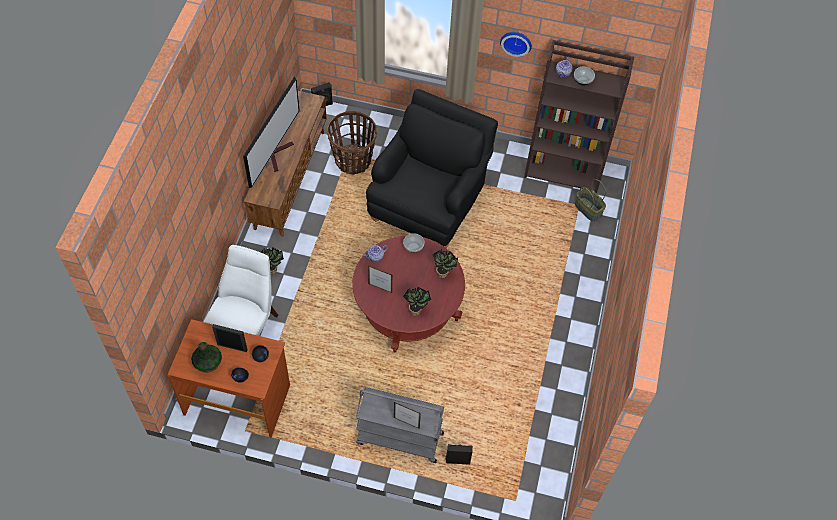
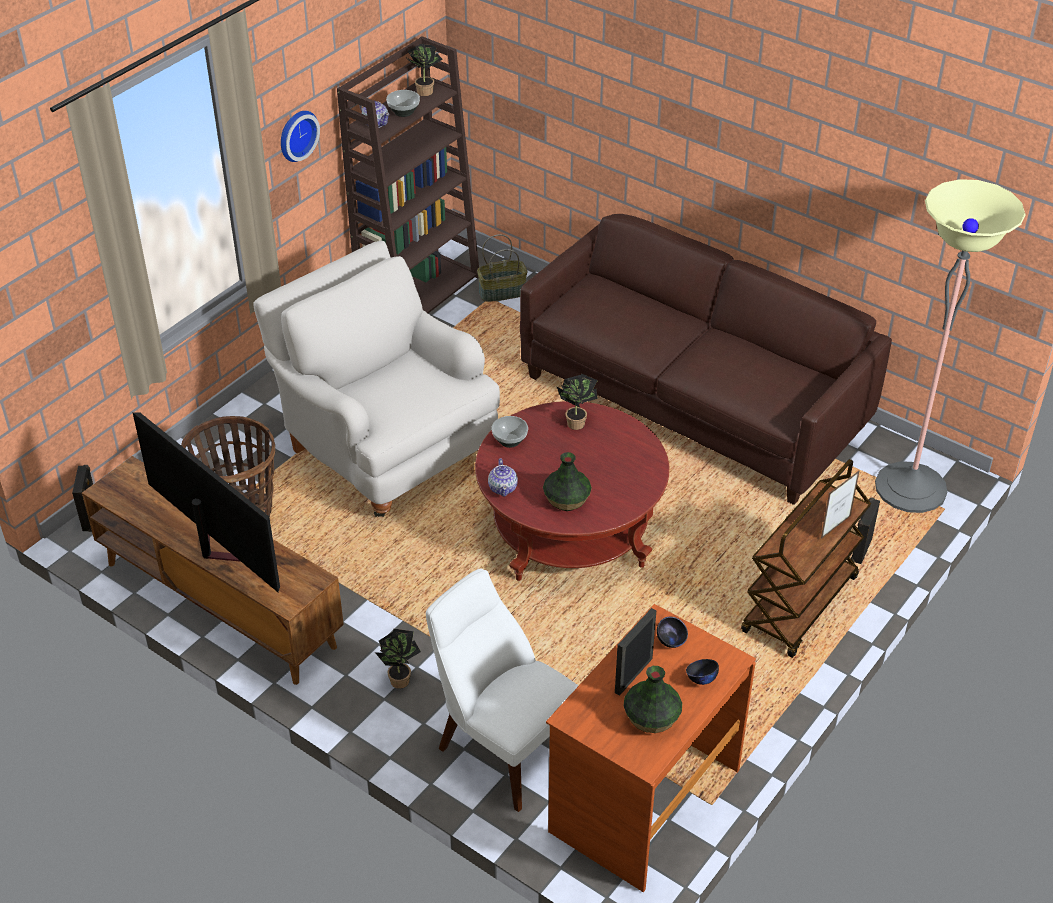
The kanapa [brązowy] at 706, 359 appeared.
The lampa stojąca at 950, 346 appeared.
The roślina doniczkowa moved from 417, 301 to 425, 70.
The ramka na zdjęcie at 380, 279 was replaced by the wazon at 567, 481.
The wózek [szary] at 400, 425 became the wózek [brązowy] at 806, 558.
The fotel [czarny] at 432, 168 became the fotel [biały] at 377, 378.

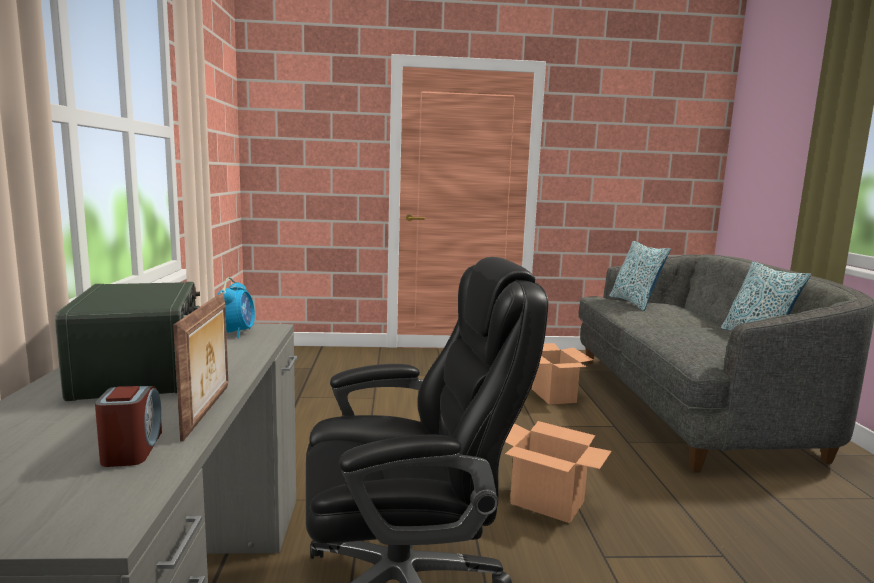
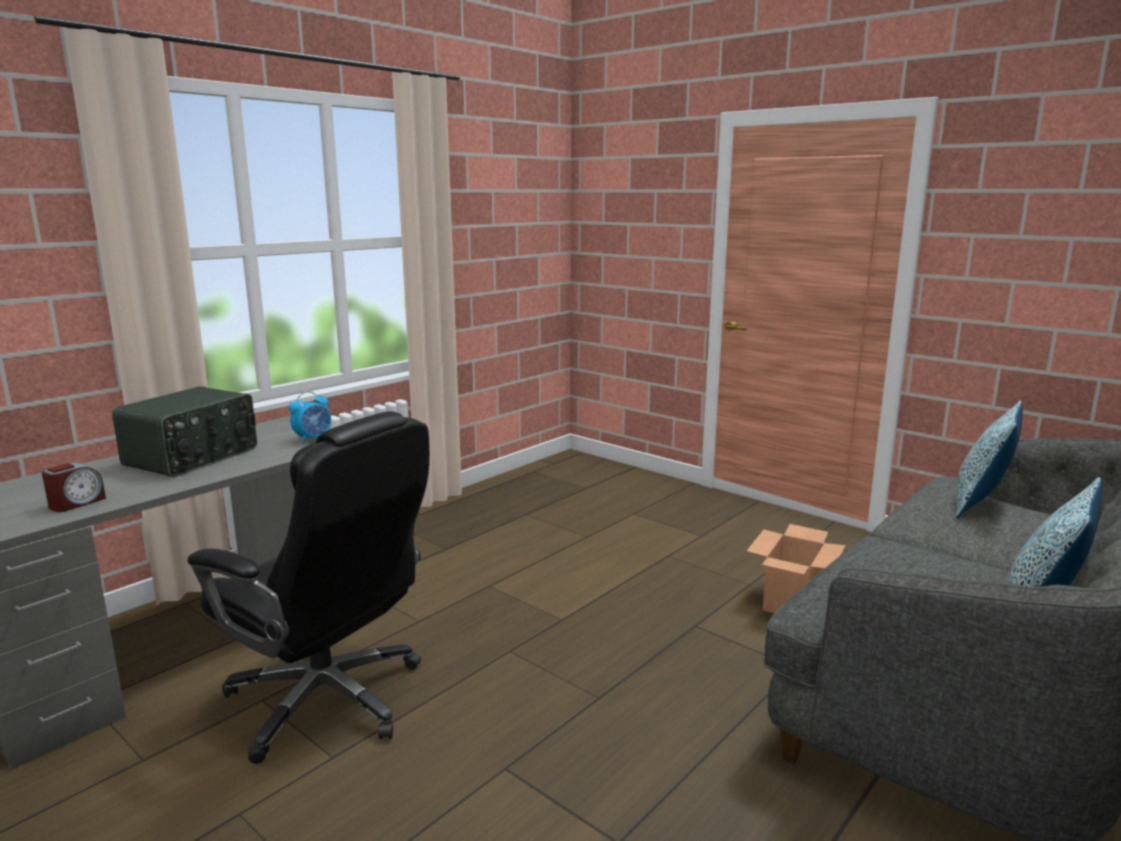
The ramka na zdjęcie at 200, 367 disappeared.
The karton at 558, 472 disappeared.

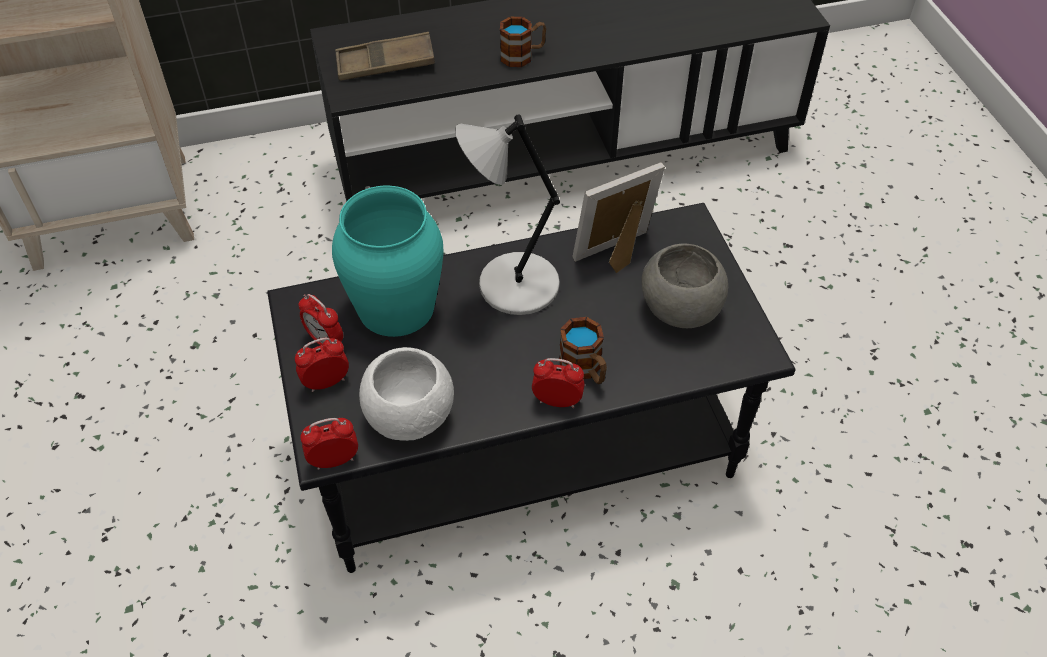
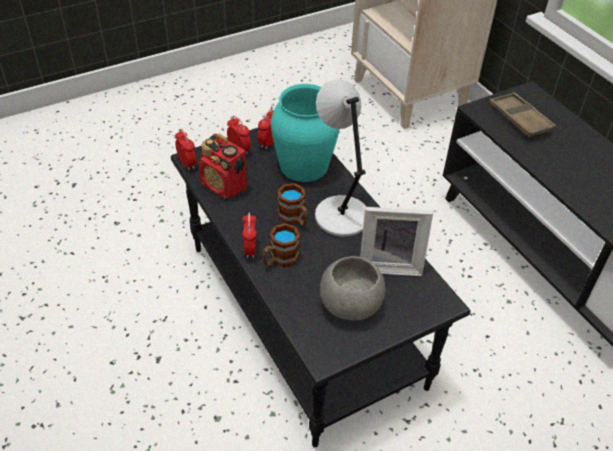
The kubek moved from 523, 42 to 292, 204.
The miska [biały] at 406, 394 was replaced by the radio at 222, 166.
The ramka na zdjęcie at 619, 217 turned 135 degrees clockwise.

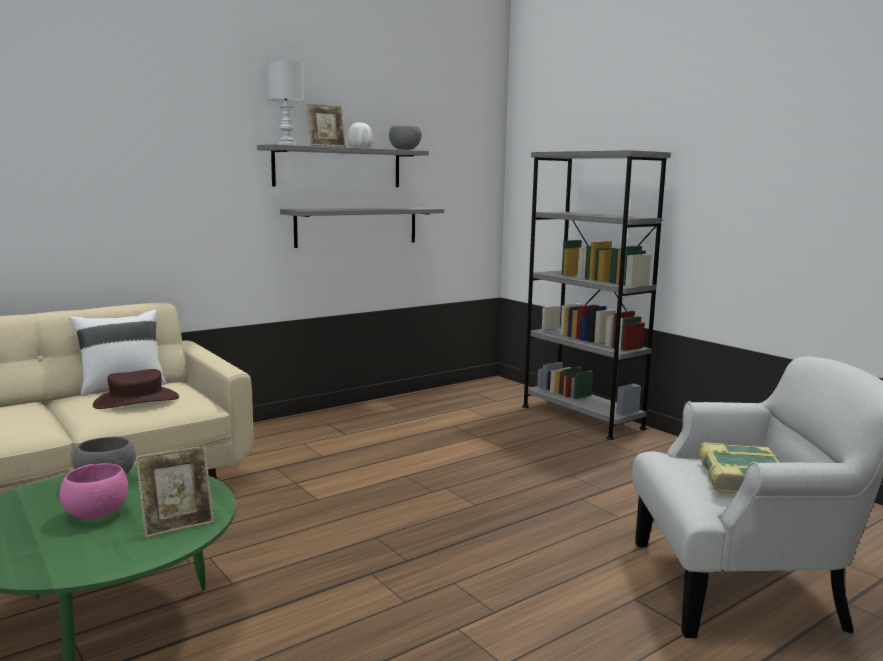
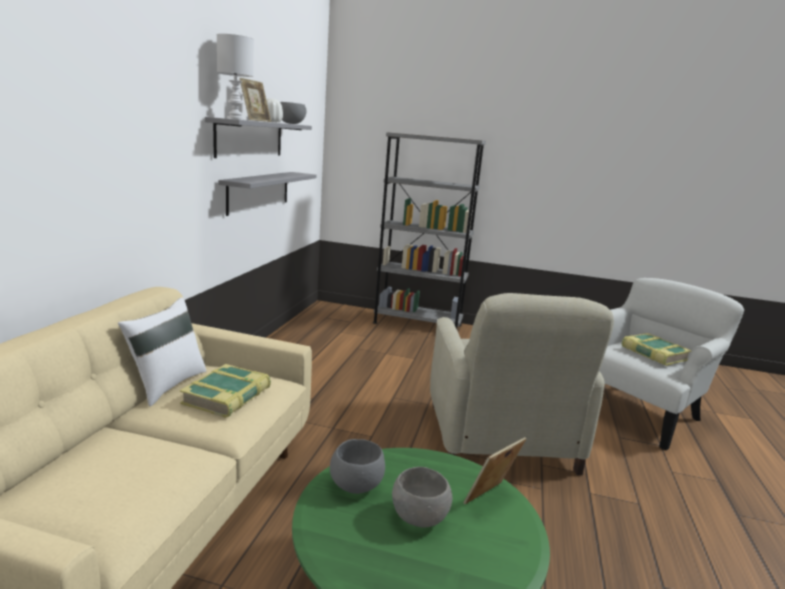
The fotel [beżowy] at 522, 384 appeared.
The kapelusz [brązowy] at 136, 389 was replaced by the książka at 225, 391.
The miska [różowy] at 93, 491 became the miska [szary] at 422, 497.
The ramka na zdjęcie at 175, 492 turned 150 degrees counterclockwise.

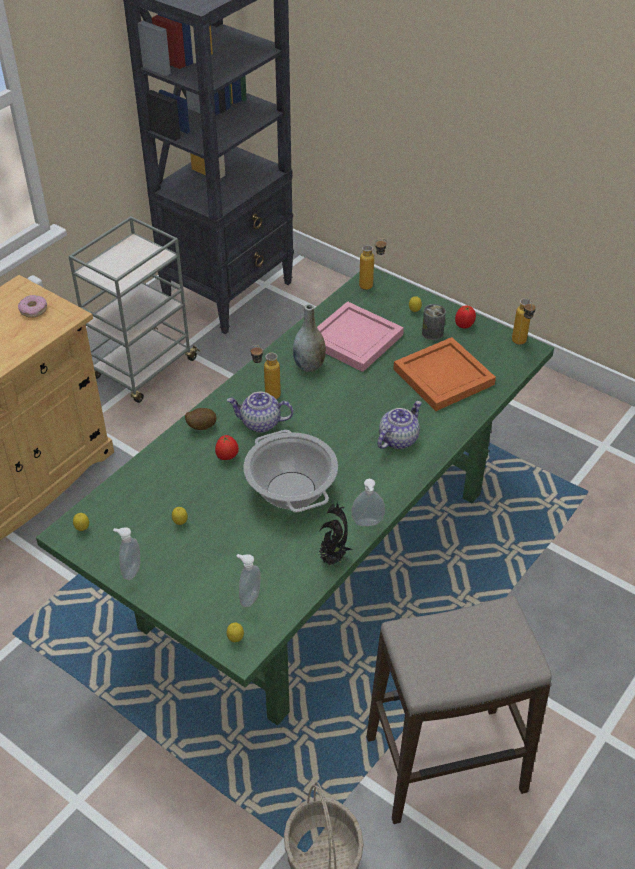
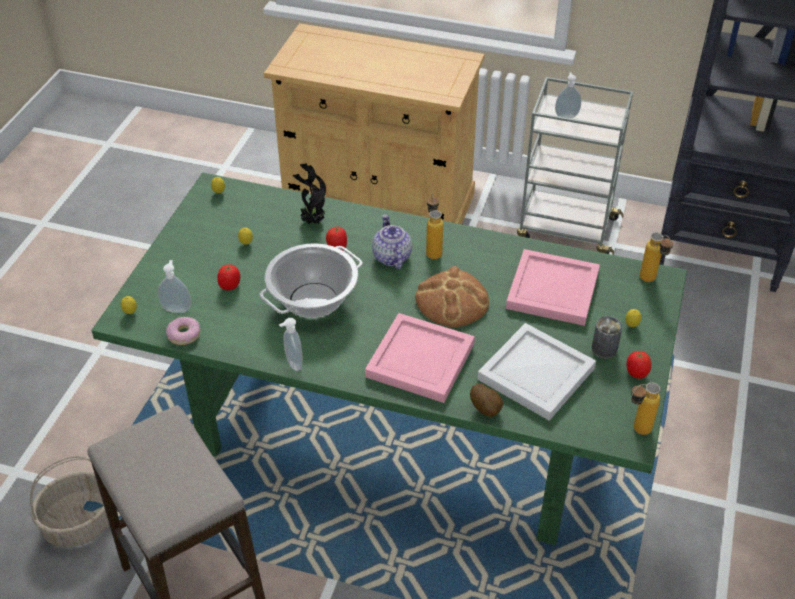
The wazon [szary] at 309, 338 disappeared.
The pomidor at 228, 277 appeared.
The chleb at 452, 296 appeared.
The donut moved from 32, 306 to 183, 331.
The dozownik mydła moved from 126, 553 to 568, 95.
The ziemniak moved from 200, 419 to 486, 400.
The roślina doniczkowa moved from 335, 533 to 309, 193.
The imbryk at 399, 425 was replaced by the taca [różowy] at 420, 358.
The taca [pomarańczowy] at 445, 374 became the taca [biały] at 536, 372.

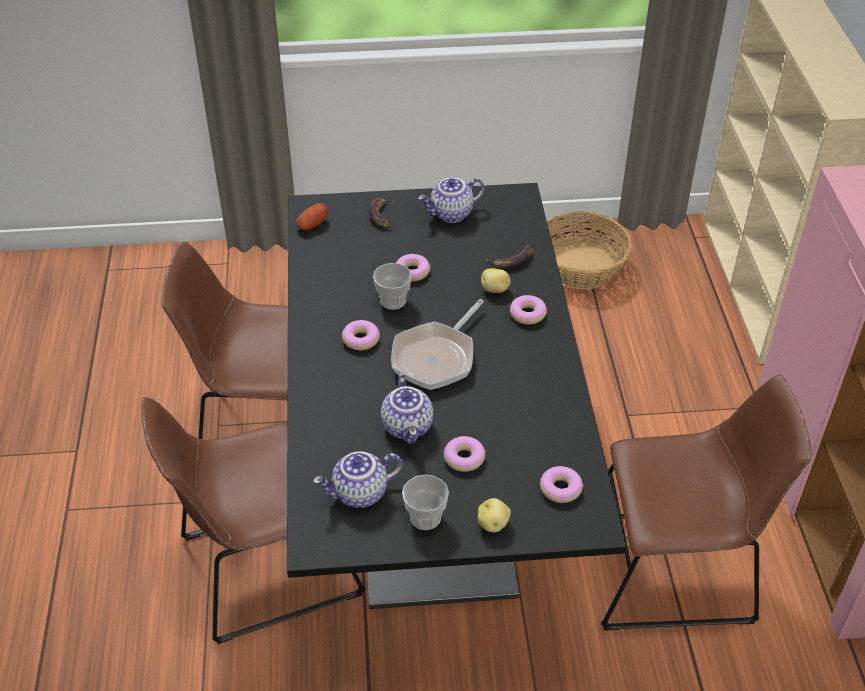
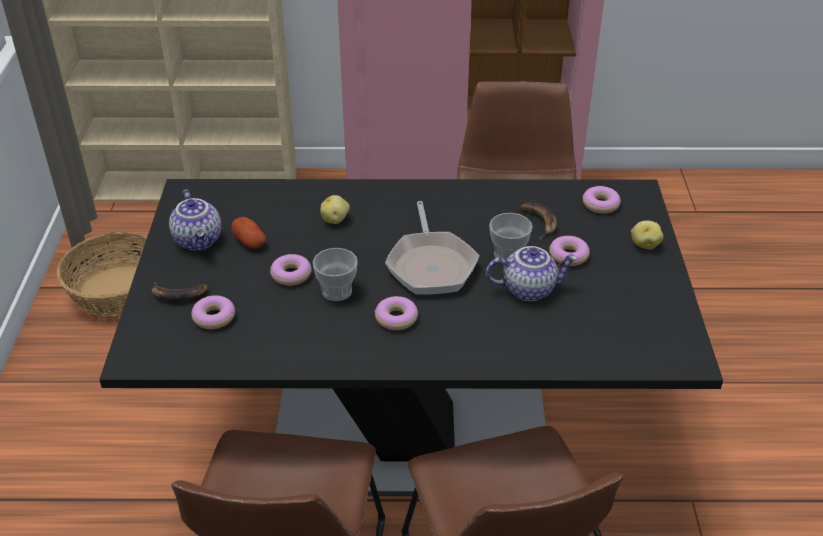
The imbryk at 358, 479 disappeared.
The ziemniak moved from 312, 216 to 248, 233.
The filiżanka moved from 425, 502 to 511, 236.
The banan moved from 509, 256 to 538, 221.
The donut moved from 528, 310 to 213, 312.
The patelnia at 437, 344 turned 45 degrees clockwise.

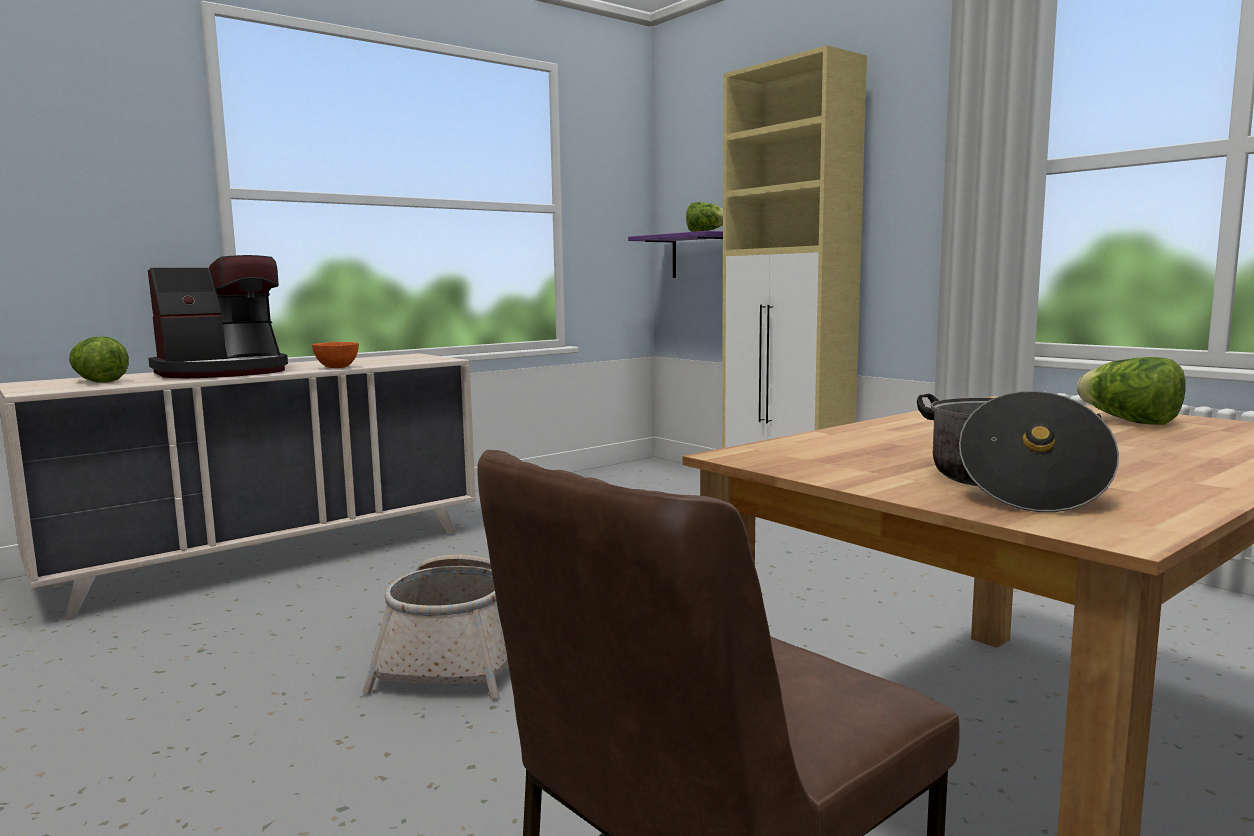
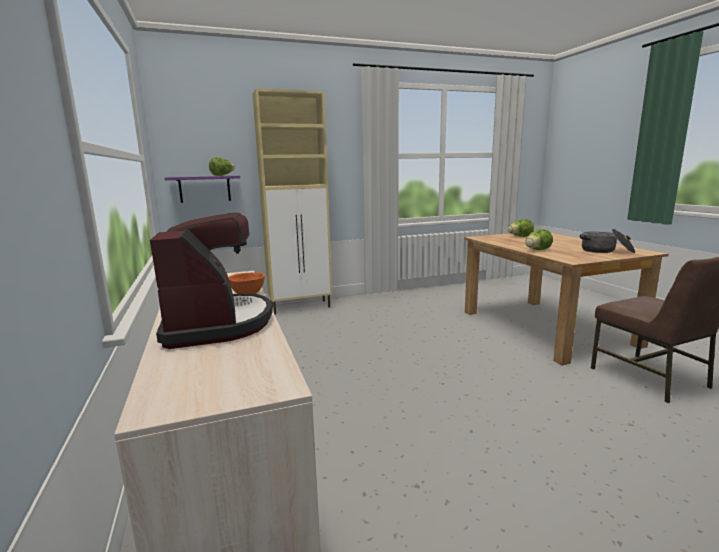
The koszyk at 435, 627 disappeared.
The sałata moved from 99, 359 to 539, 239.

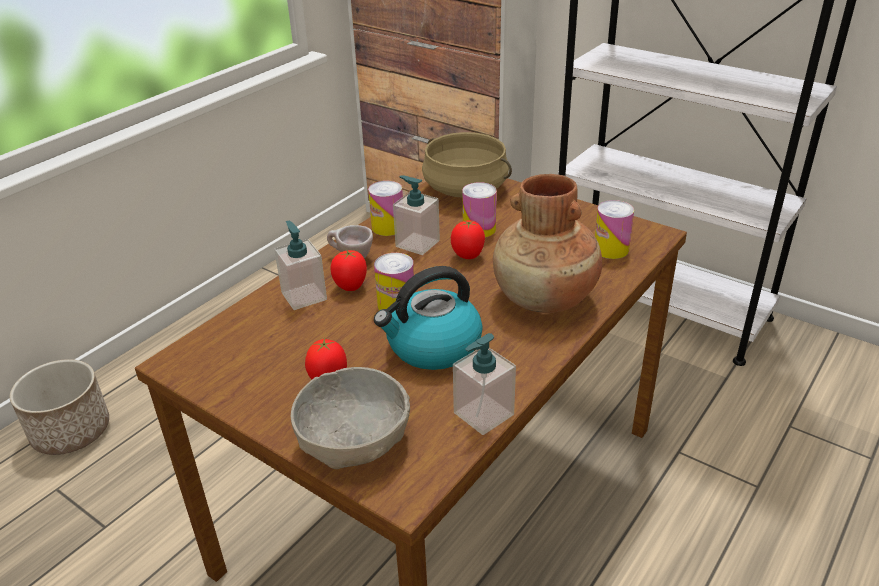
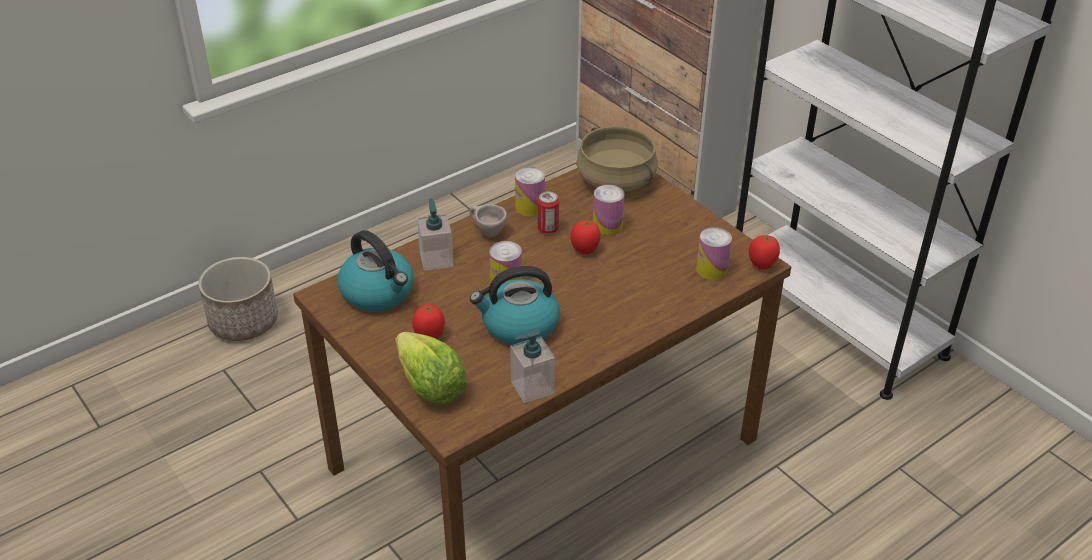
The wazon [brązowy] at 547, 243 disappeared.
The czajnik at 375, 270 appeared.
The pomidor moved from 349, 270 to 764, 252.
The miska [szary] at 350, 418 was replaced by the sałata at 432, 368.
The dozownik mydła at 416, 215 was replaced by the puszka at 548, 213.

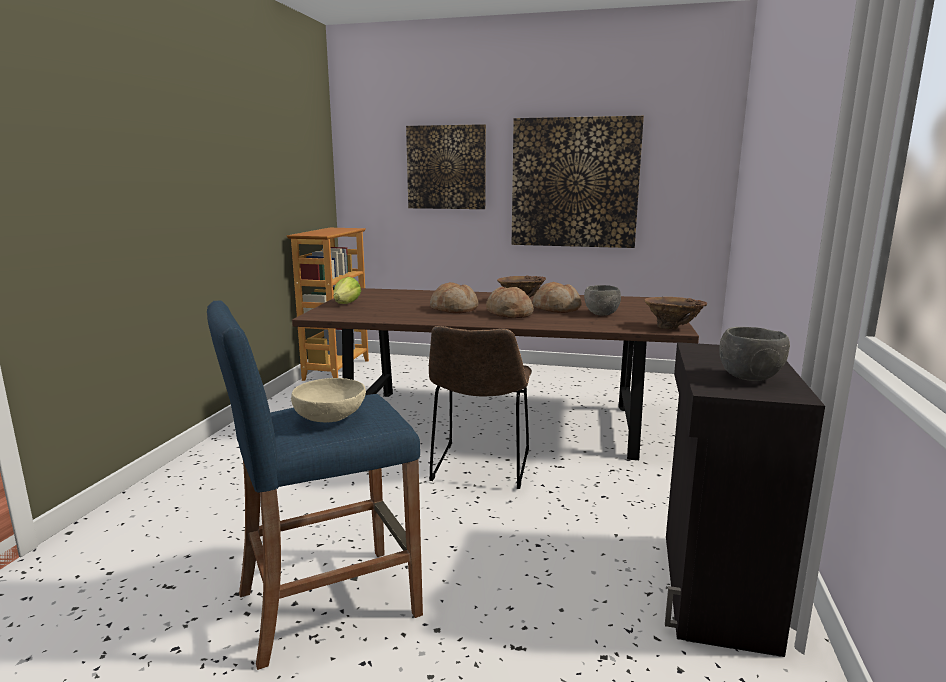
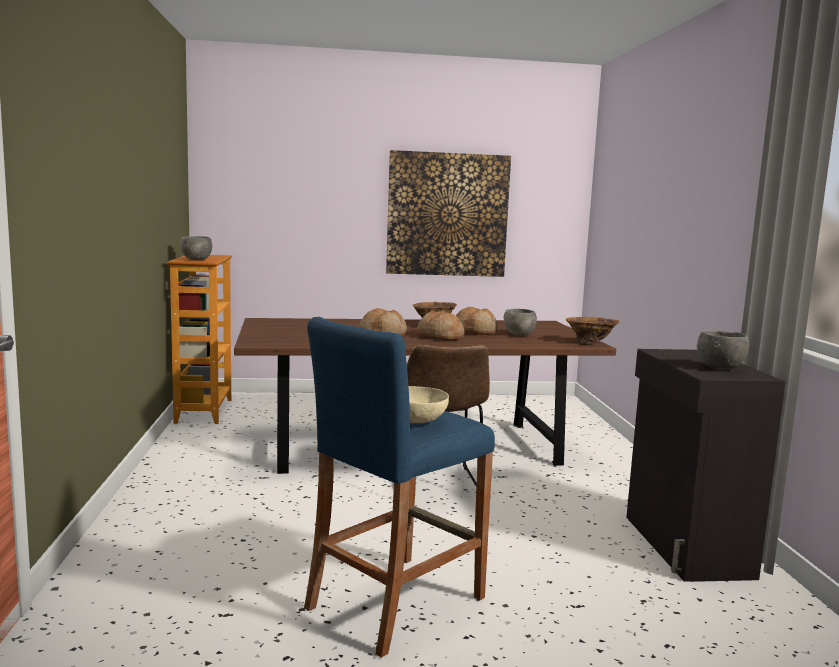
The sałata at 347, 290 disappeared.
The obraz at 446, 166 disappeared.
The miska [szary] at 196, 248 appeared.

